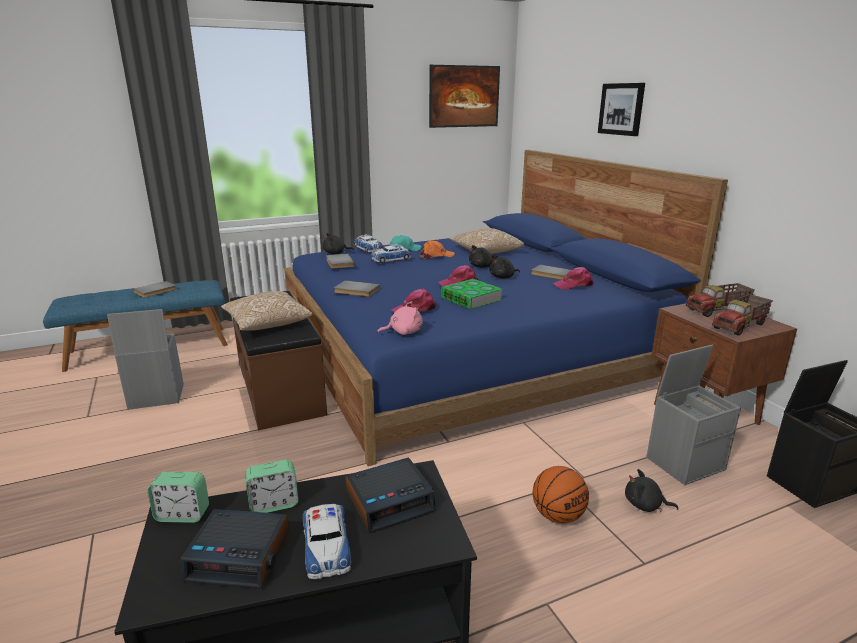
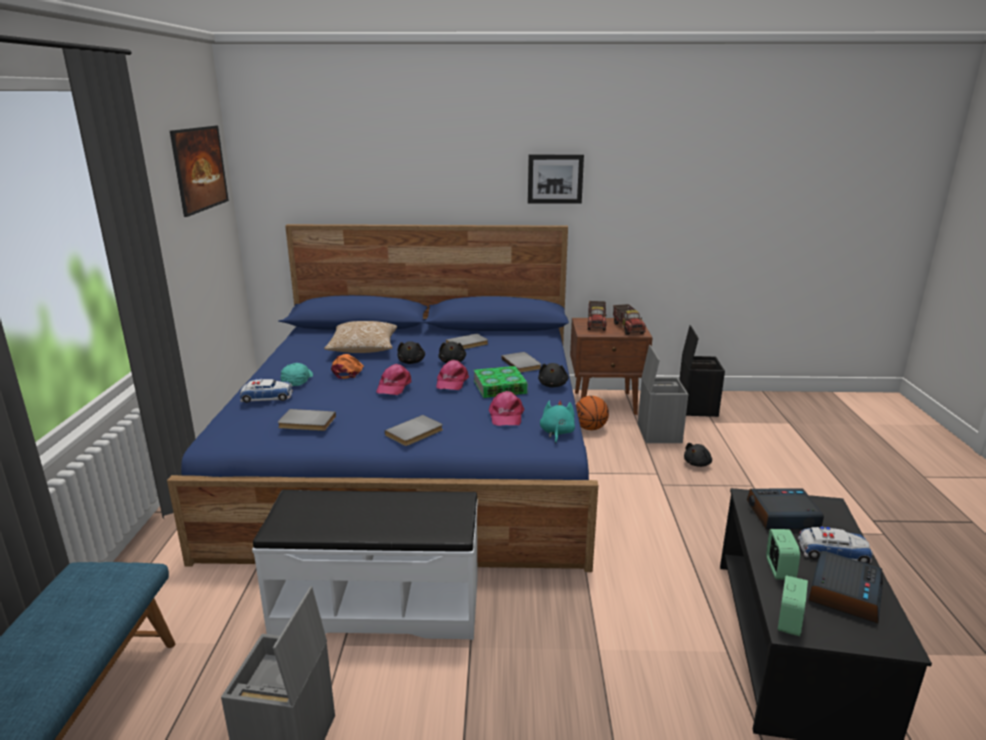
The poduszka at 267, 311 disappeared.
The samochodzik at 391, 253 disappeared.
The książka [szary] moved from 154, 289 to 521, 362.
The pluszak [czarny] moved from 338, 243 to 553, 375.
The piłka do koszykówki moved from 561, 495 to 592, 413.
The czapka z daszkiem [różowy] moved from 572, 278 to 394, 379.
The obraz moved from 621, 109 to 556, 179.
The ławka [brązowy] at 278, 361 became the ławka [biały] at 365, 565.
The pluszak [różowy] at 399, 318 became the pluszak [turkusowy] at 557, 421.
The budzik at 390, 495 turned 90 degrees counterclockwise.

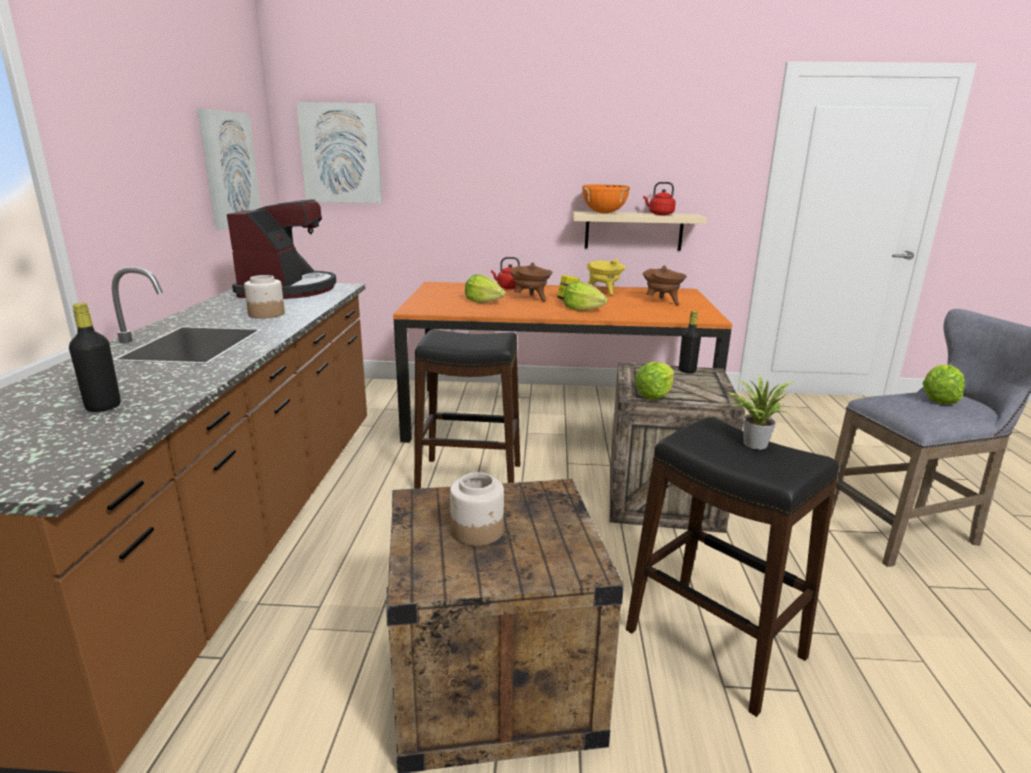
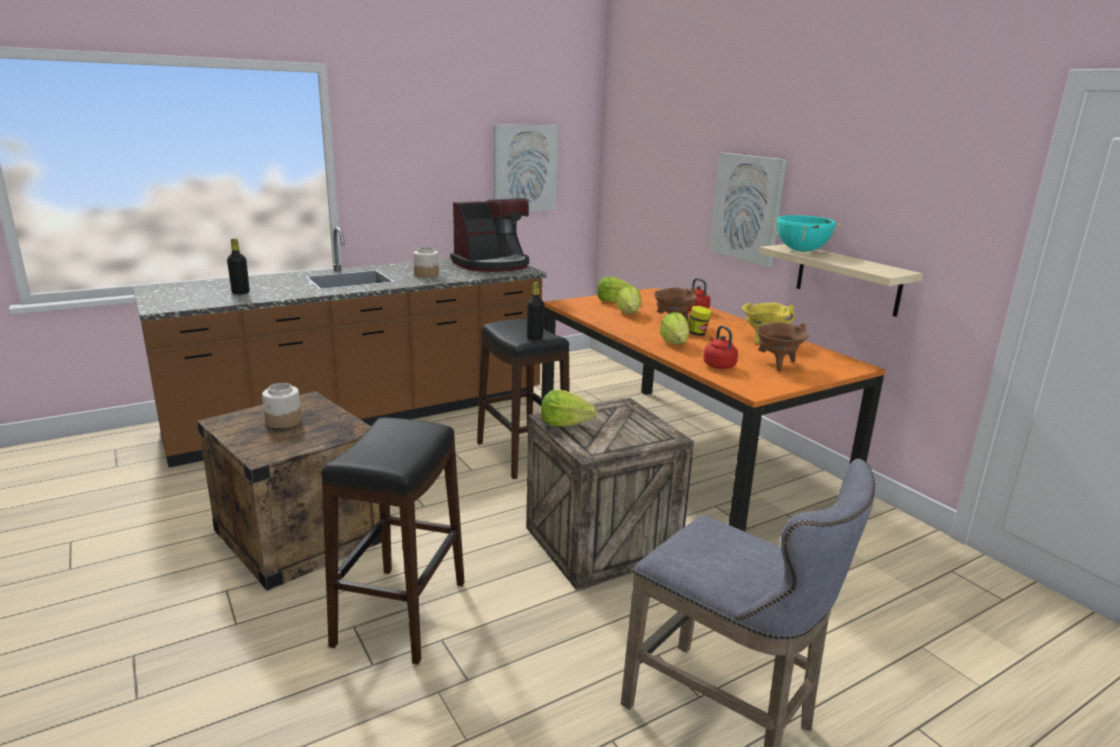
The roślina doniczkowa at 760, 412 disappeared.
The obraz moved from 339, 152 to 748, 210.
The czajnik [czerwony] moved from 659, 198 to 721, 347.
The butelka [czarny] moved from 690, 342 to 535, 311.
The sałata moved from 944, 384 to 615, 290.
The garnek [pomarańczowy] at 606, 199 became the garnek [turkusowy] at 806, 233.

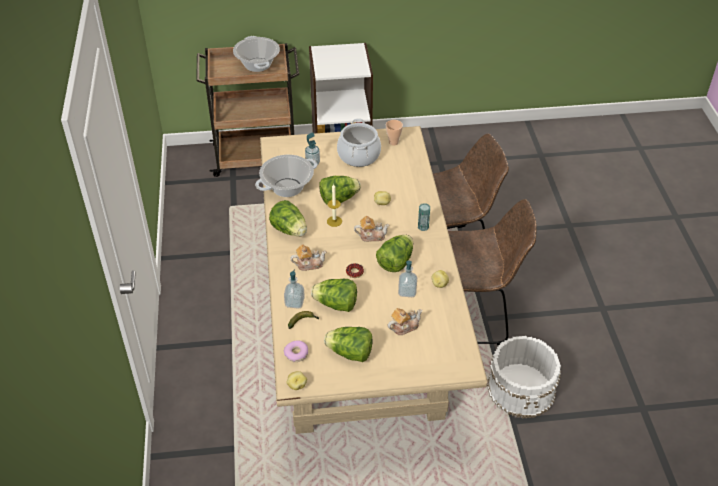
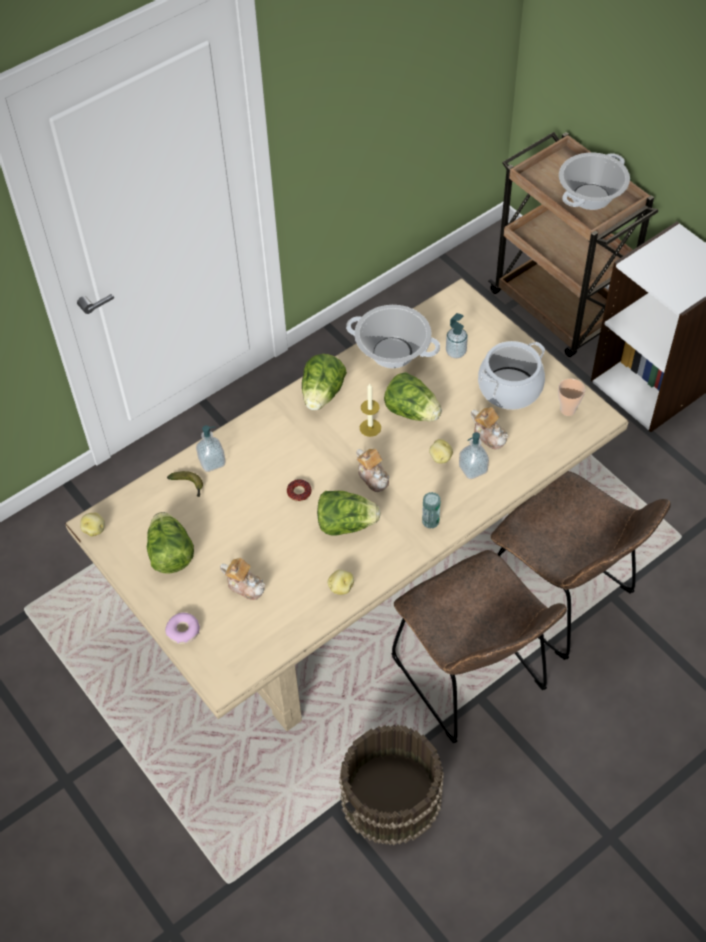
The sałata at 334, 295 disappeared.
The donut moved from 296, 351 to 182, 628.
The imbryk moved from 308, 257 to 489, 428.
The dozownik mydła moved from 407, 279 to 474, 455.
The wiadro [biały] at 524, 377 became the wiadro [brązowy] at 391, 784.

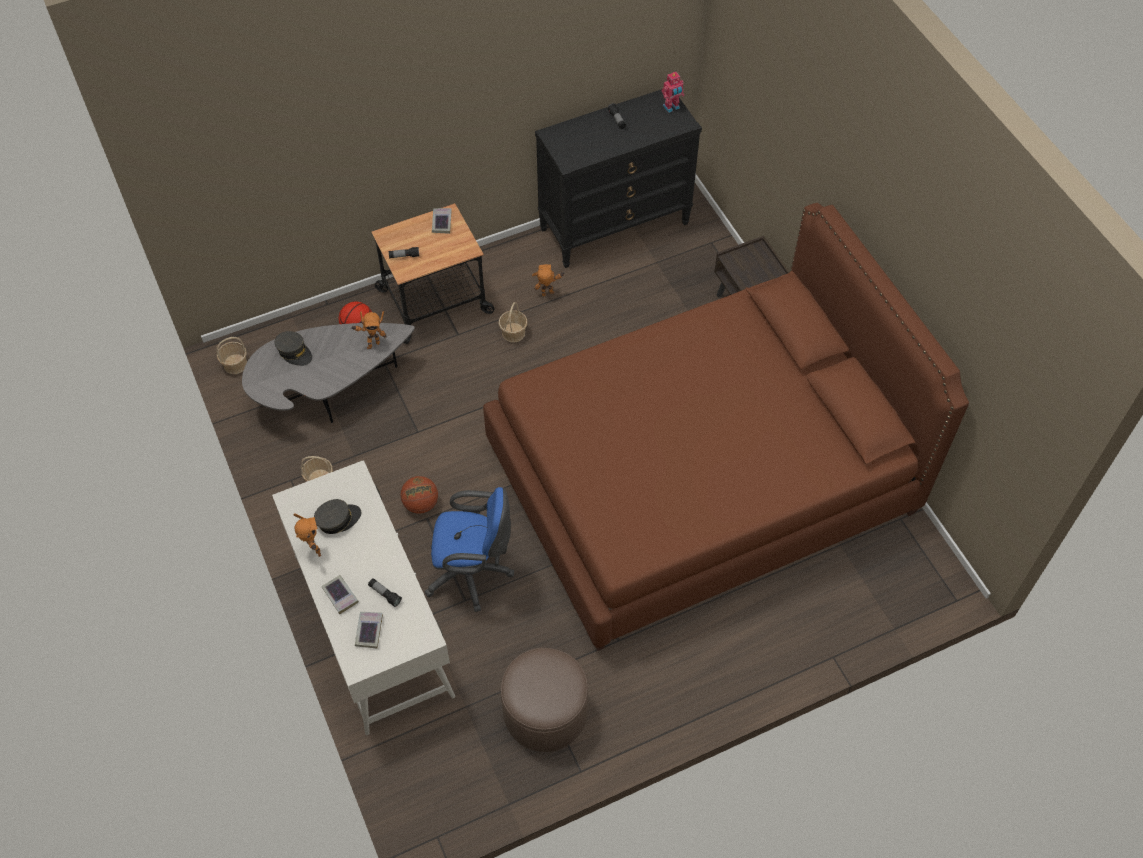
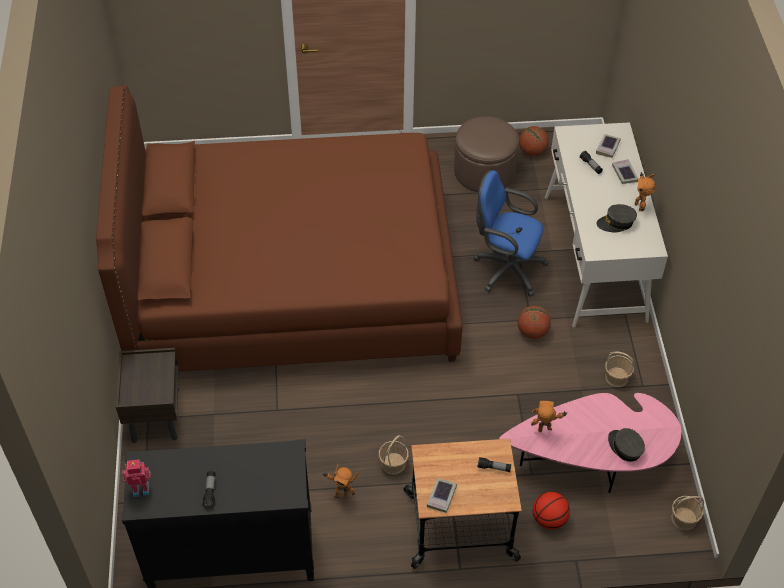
The piłka do koszykówki at 534, 141 appeared.
The ława [szary] at 328, 373 became the ława [różowy] at 590, 443.

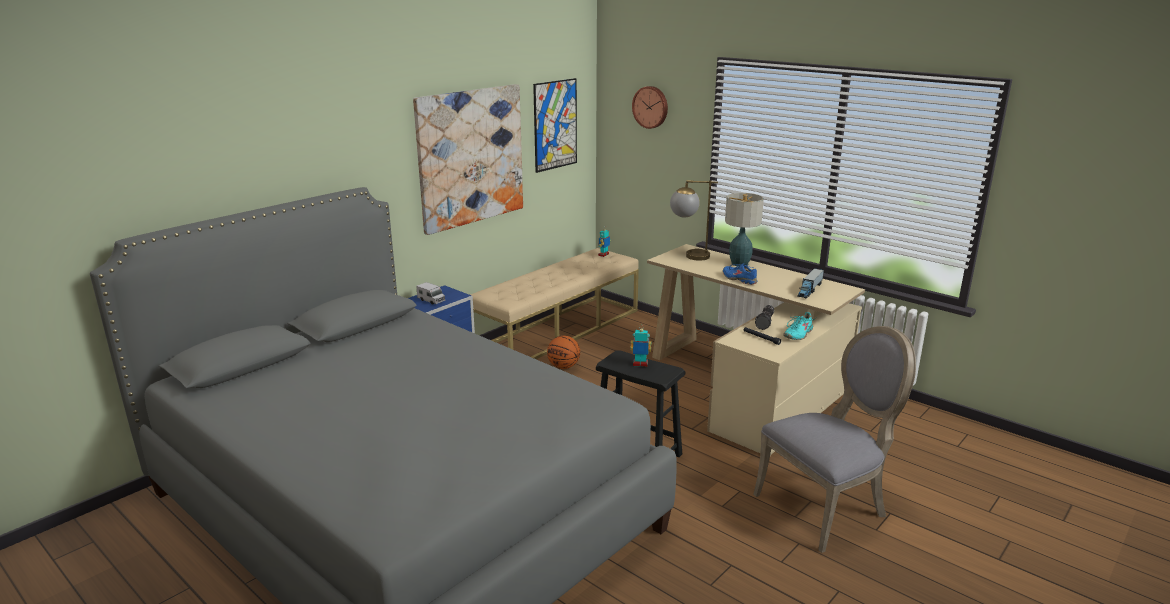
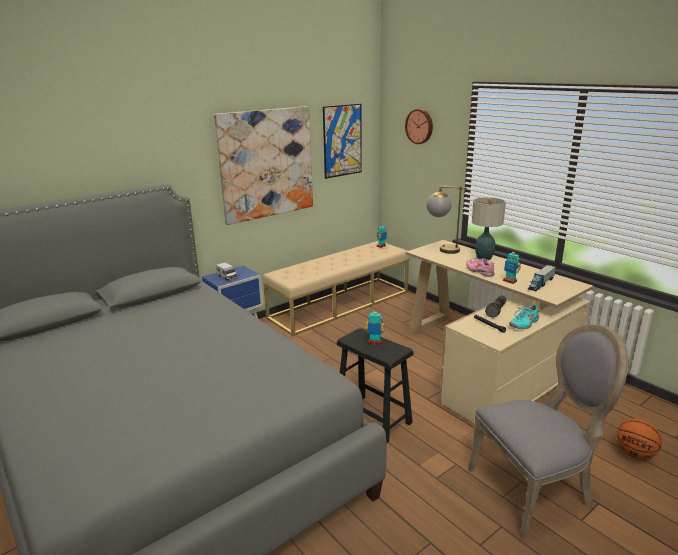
The robot zabawkowy at 512, 266 appeared.
The piłka do koszykówki moved from 563, 352 to 639, 439.
The but [niebieski] at 740, 274 became the but [różowy] at 480, 267.

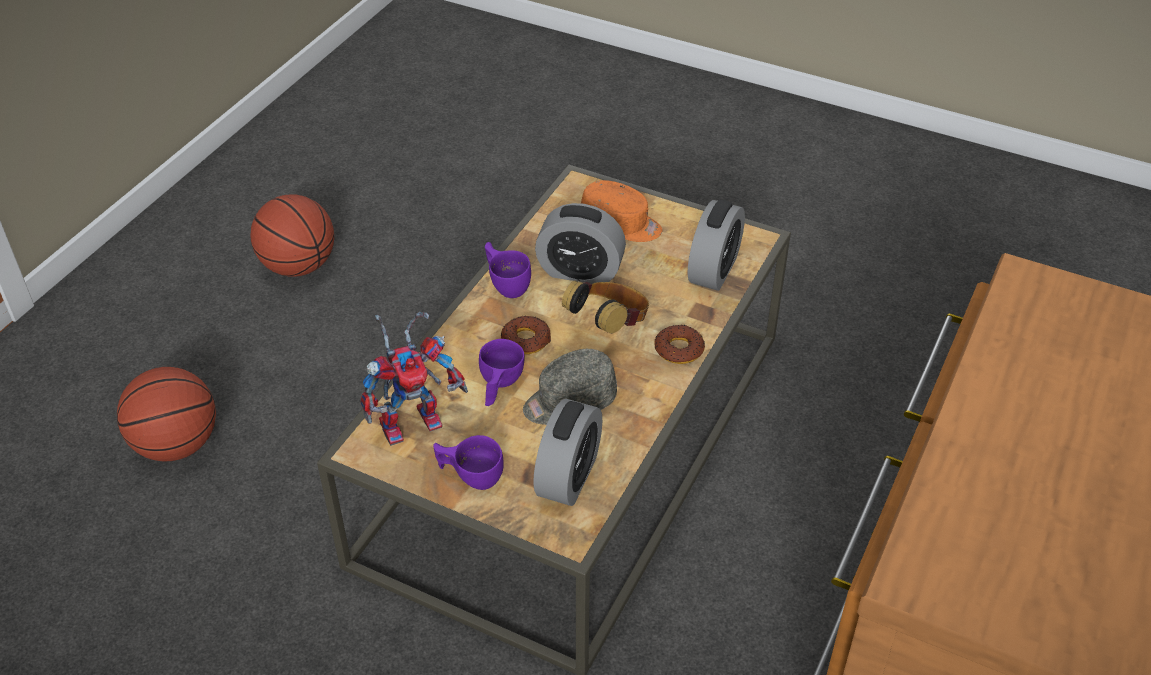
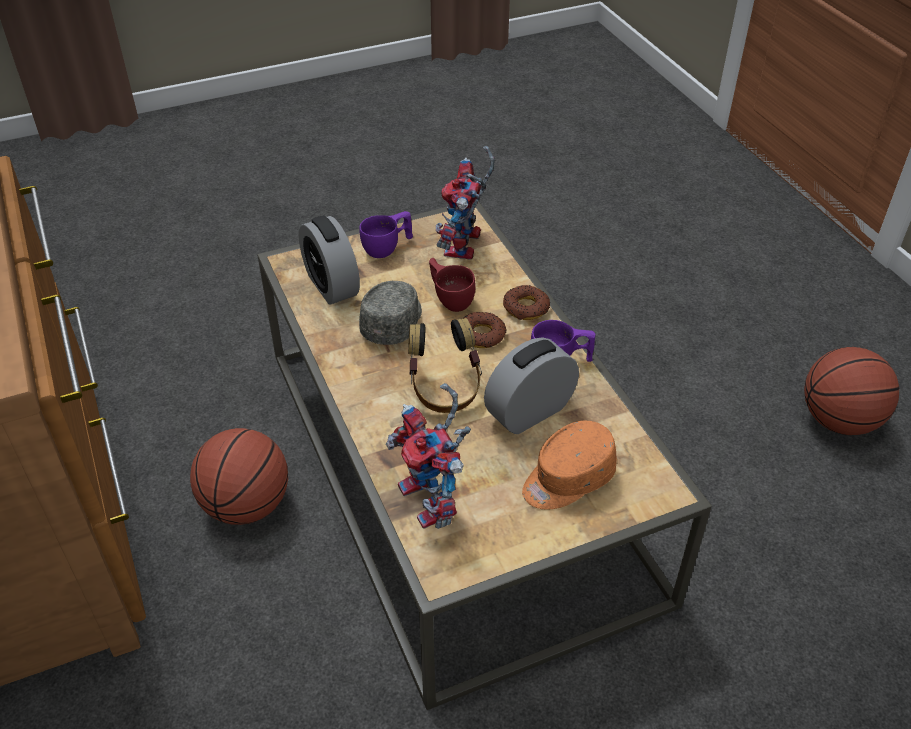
The piłka do koszykówki moved from 166, 414 to 239, 476.
The donut moved from 679, 344 to 526, 302.
The budzik at 716, 245 was replaced by the robot zabawkowy at 428, 456.
The filiżanka [fioletowy] at 502, 372 became the filiżanka [czerwony] at 452, 285.

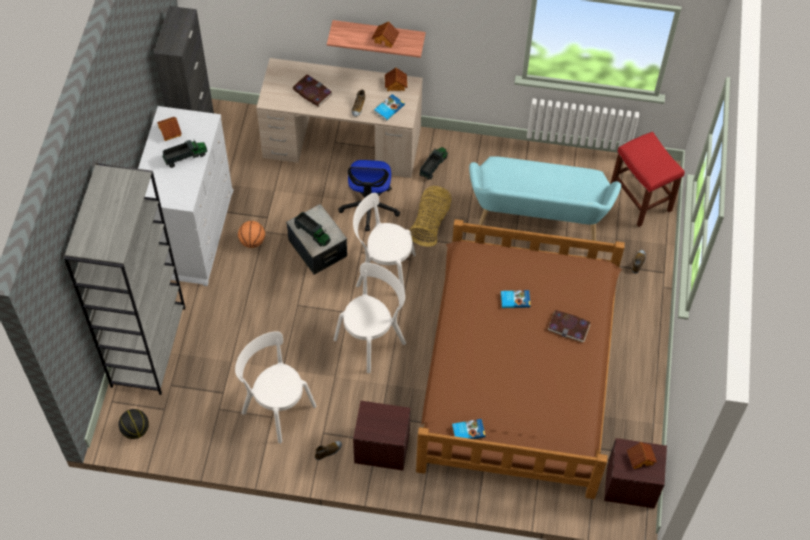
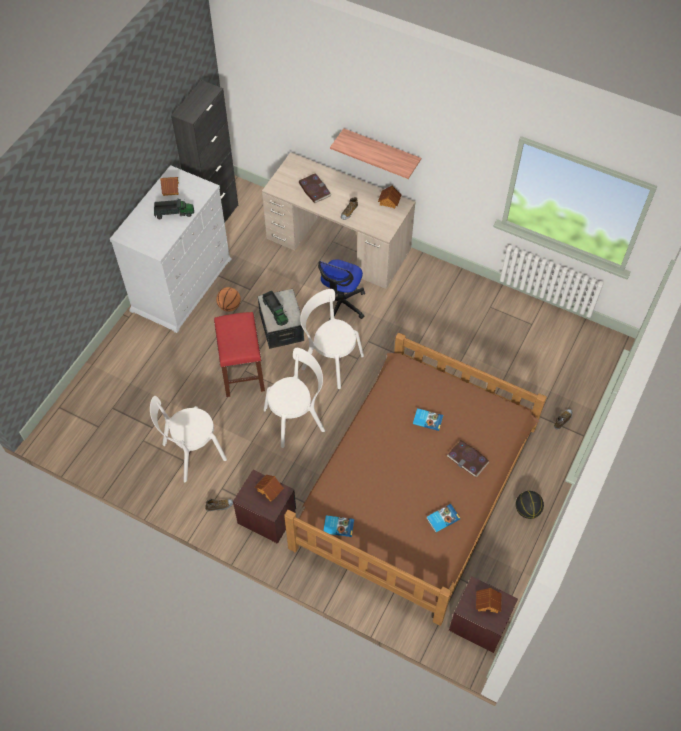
The regał [szary] at 124, 279 disappeared.
The koszyk at 430, 216 disappeared.
The ciężarówka zabawkowa at 434, 163 disappeared.
The ławka [turkusowy] at 545, 198 disappeared.
The piłka do koszykówki moved from 134, 424 to 530, 505.
The domek moved from 386, 34 to 269, 488.
The książka moved from 389, 107 to 443, 518.
The stołek [czerwony] moved from 647, 179 to 239, 354.
The krzesło [biały] at 276, 387 turned 90 degrees counterclockwise.

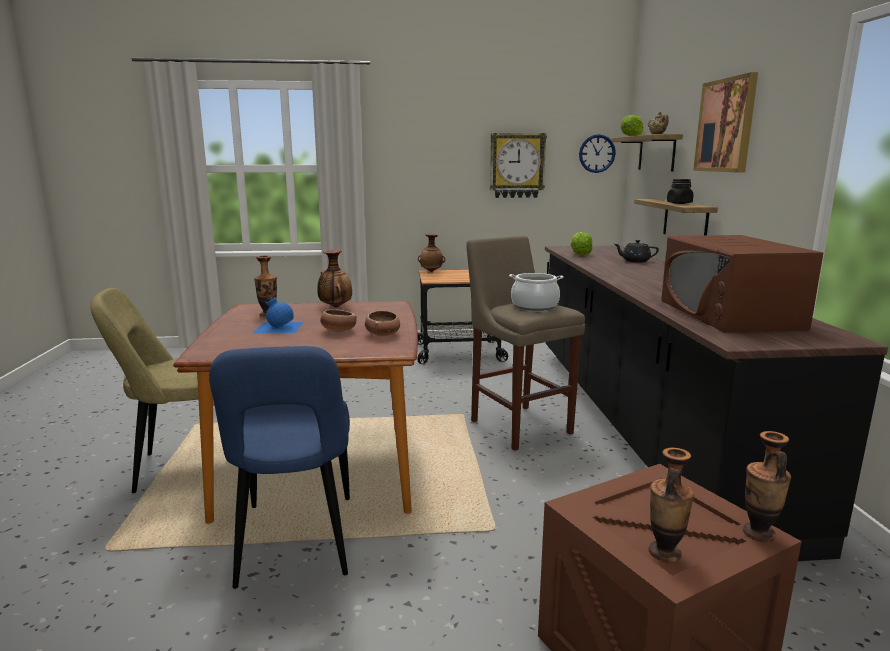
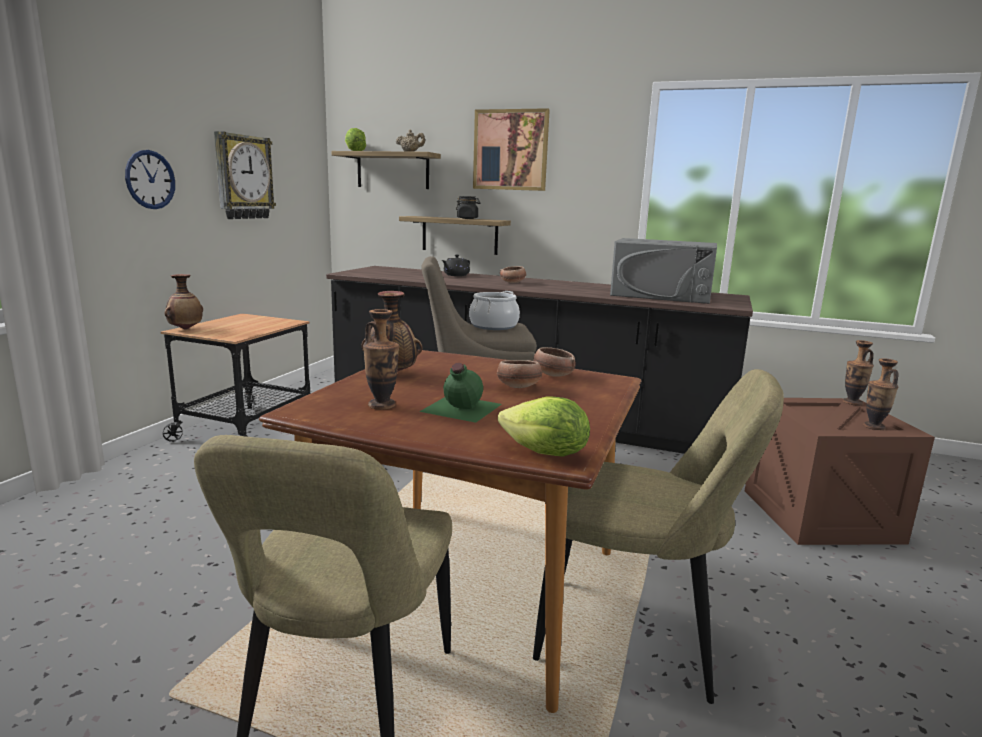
The miska at 513, 274 appeared.
The sałata moved from 581, 243 to 544, 426.
The zegar ścienny moved from 597, 153 to 150, 179.
The krzesło [niebieski] at 279, 467 became the krzesło [beżowy] at 658, 536.
The butelka [niebieski] at 278, 314 became the butelka [zielony] at 460, 393.
The mikrofalówka [brązowy] at 742, 284 became the mikrofalówka [szary] at 663, 271.

